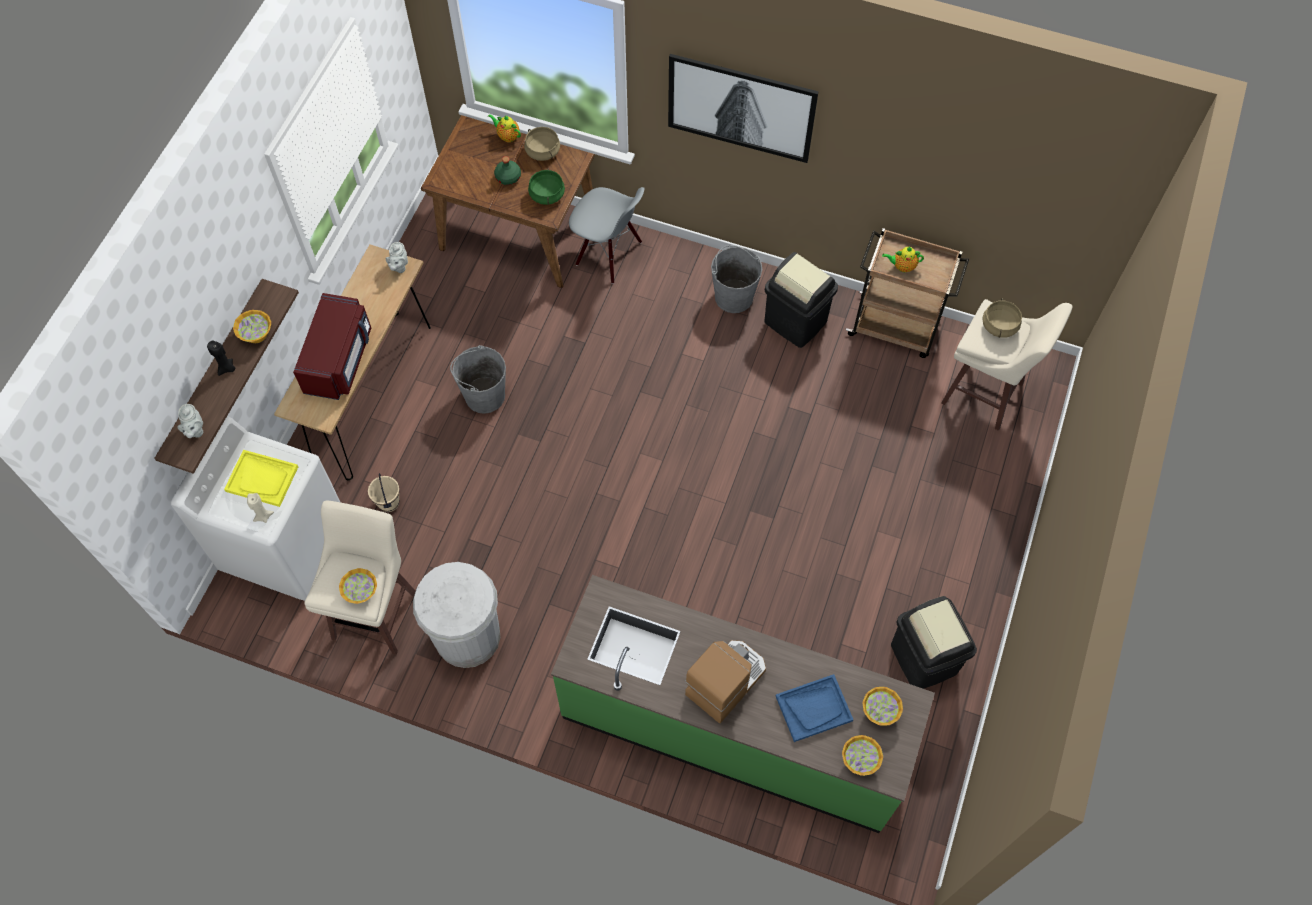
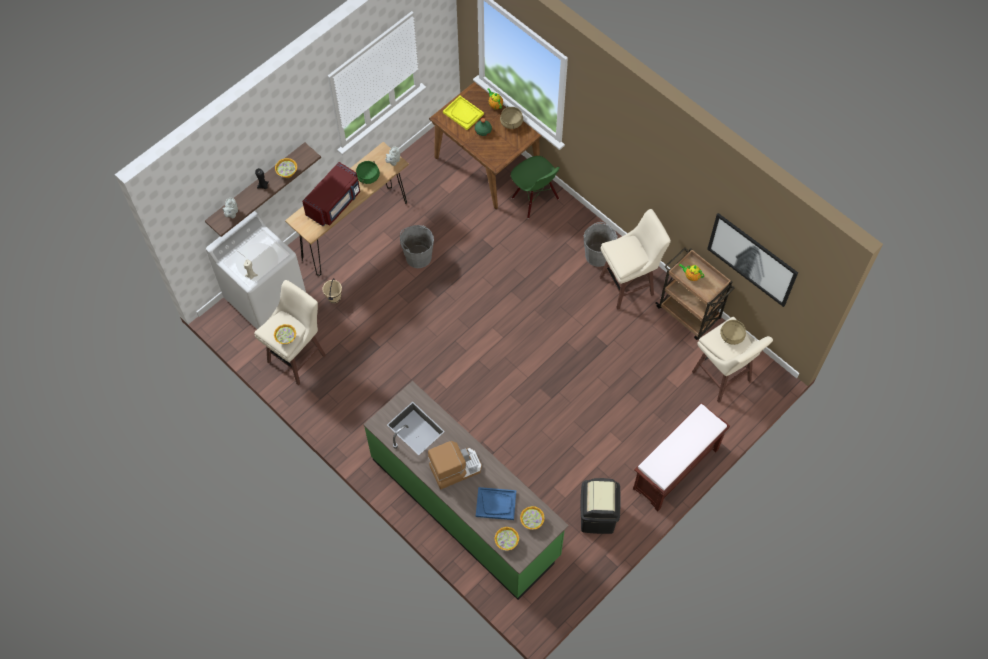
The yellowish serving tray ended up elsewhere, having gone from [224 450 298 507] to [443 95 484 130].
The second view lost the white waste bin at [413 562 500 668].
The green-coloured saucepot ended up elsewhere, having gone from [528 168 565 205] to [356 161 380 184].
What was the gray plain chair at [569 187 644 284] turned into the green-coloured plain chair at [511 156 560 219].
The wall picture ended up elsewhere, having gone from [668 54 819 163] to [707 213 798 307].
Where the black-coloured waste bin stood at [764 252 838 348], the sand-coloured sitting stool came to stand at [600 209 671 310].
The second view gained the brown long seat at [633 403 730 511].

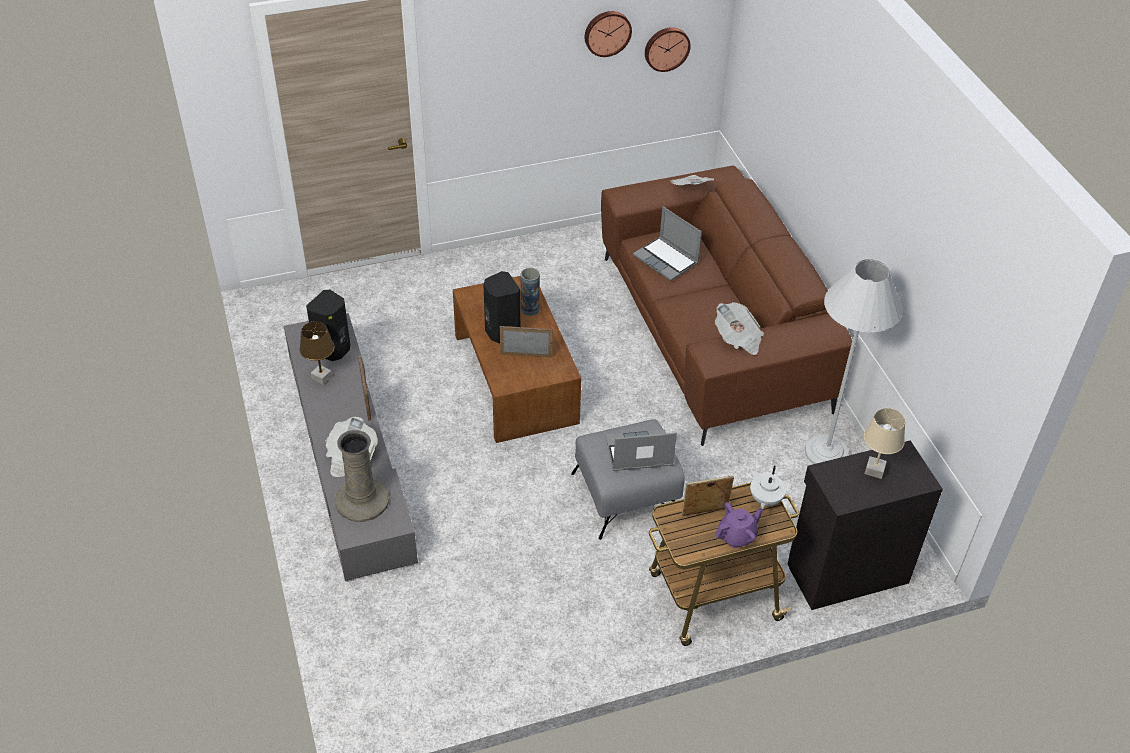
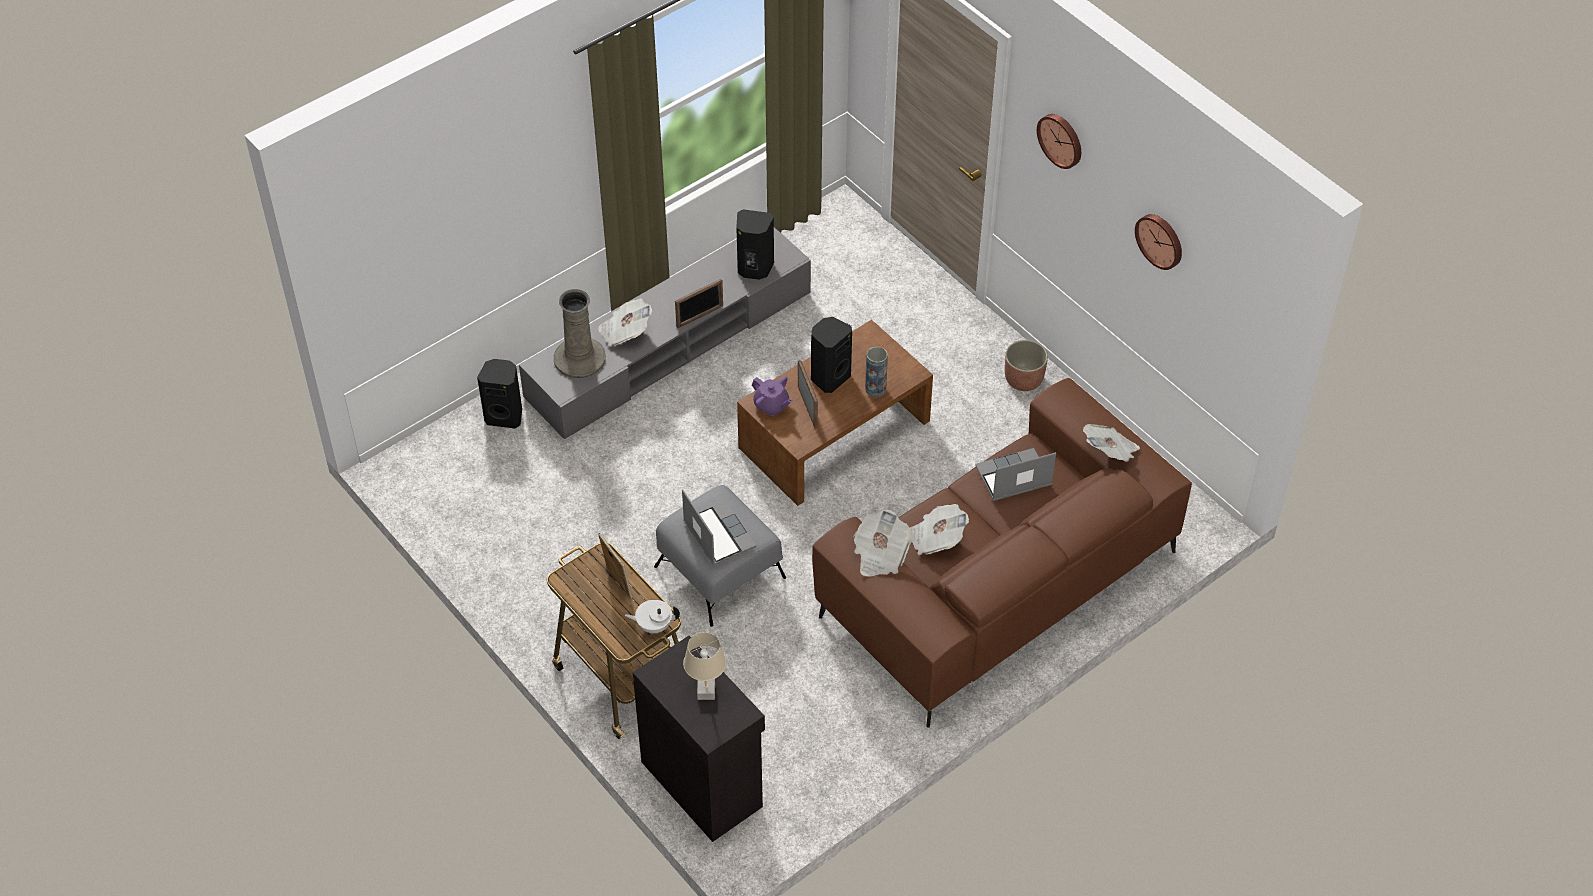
The second view lost the brown lamp for a table at [299 321 334 385].
The notebook computer at [633 206 702 281] ended up facing another way, 45 degrees clockwise from before.
The clock on the wall ended up elsewhere, having gone from [645 27 691 72] to [1037 114 1081 169].
The purple-coloured teapot ended up elsewhere, having gone from [715 502 763 549] to [752 376 792 416].
The second view lost the white standard lamp at [805 259 903 464].
The second view gained the black-coloured speaker at [477 359 522 428].
The second view gained the daily paper at [910 504 969 555].
The second view gained the planter at [1005 340 1048 391].

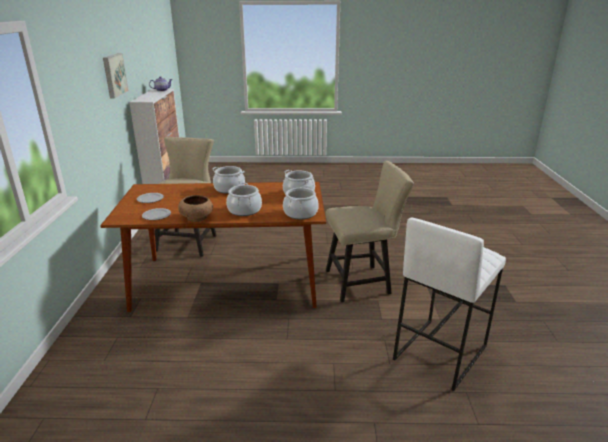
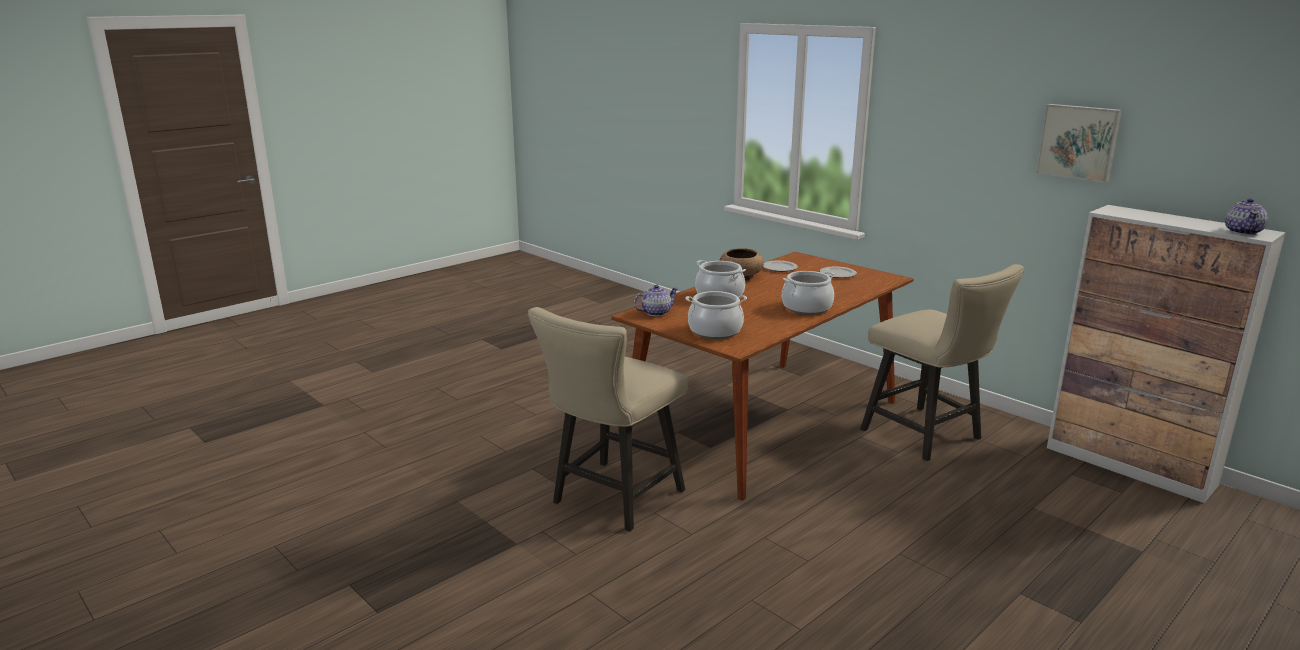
Where the saucepot stood at [283 185 319 219], the teapot came to stand at [634 285 679 316].
The second view lost the white sitting stool at [393 218 506 391].

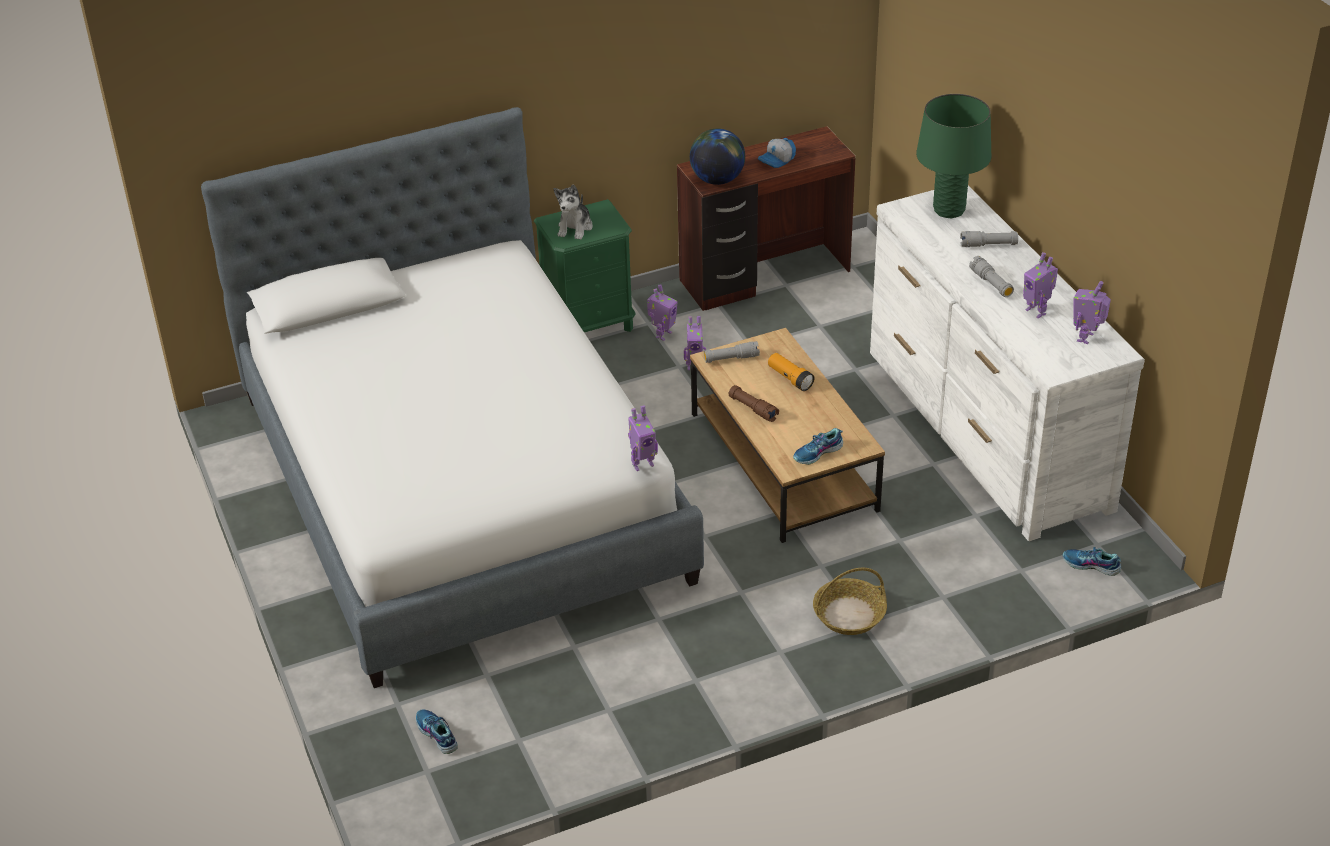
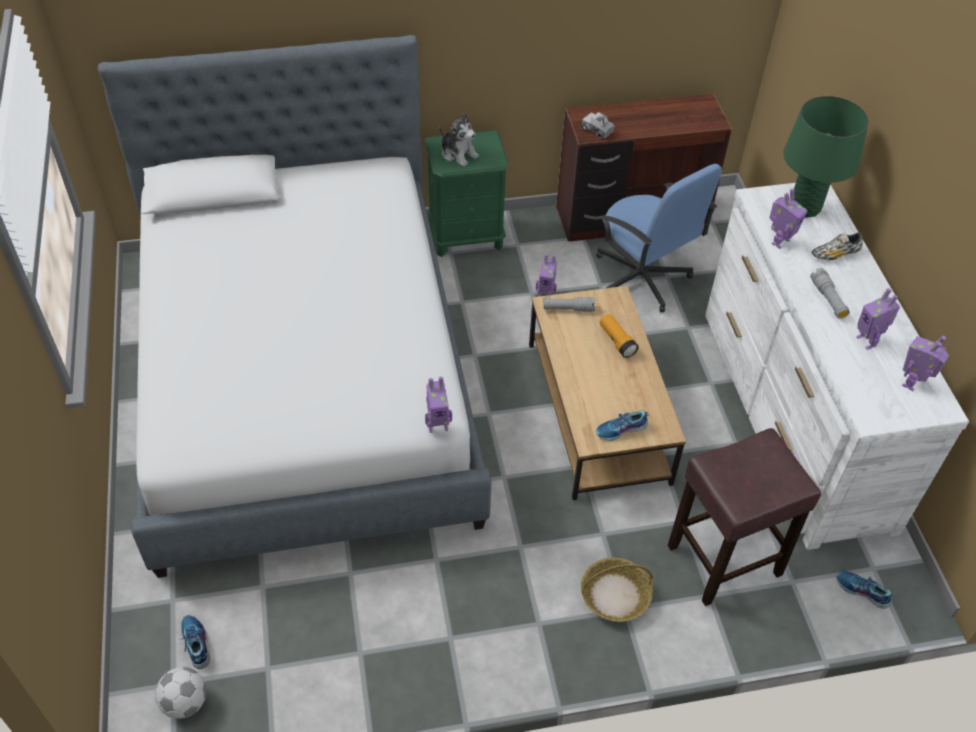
The cuddly toy at [554 184 593 240] ended up facing another way, 75 degrees counterclockwise from before.
The robot figure ended up elsewhere, having gone from [647 284 678 341] to [769 189 808 249].
Where the globe stood at [690 128 745 185], the toy lorry came to stand at [582 112 615 139].
The second view lost the brown hand torch at [729 385 779 422].
The second view lost the baseball cap at [758 138 796 168].
Where the gray hand torch stood at [960 231 1018 247], the item of footwear came to stand at [812 232 863 260].
The second view gained the ball for football at [155 667 207 719].
The second view gained the blue office chair at [596 164 722 313].
The second view gained the brown sitting stool at [668 428 821 606].

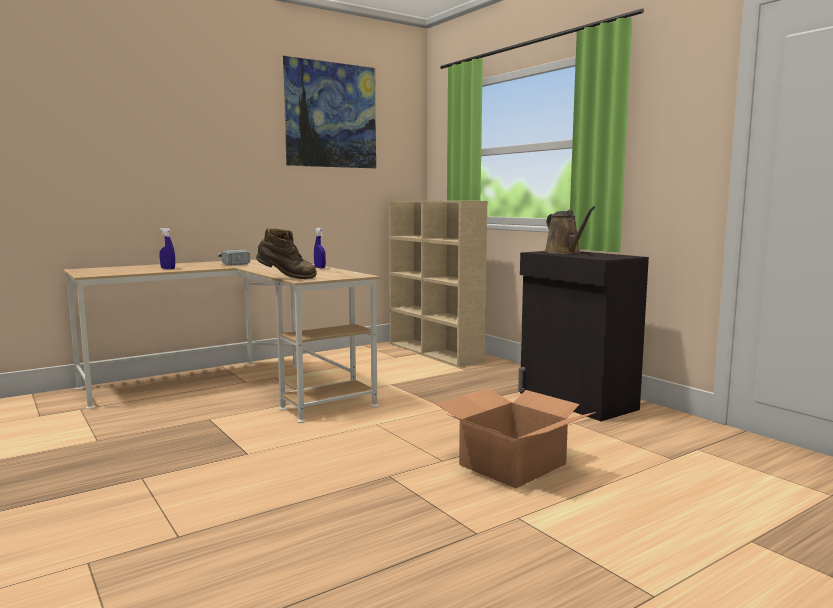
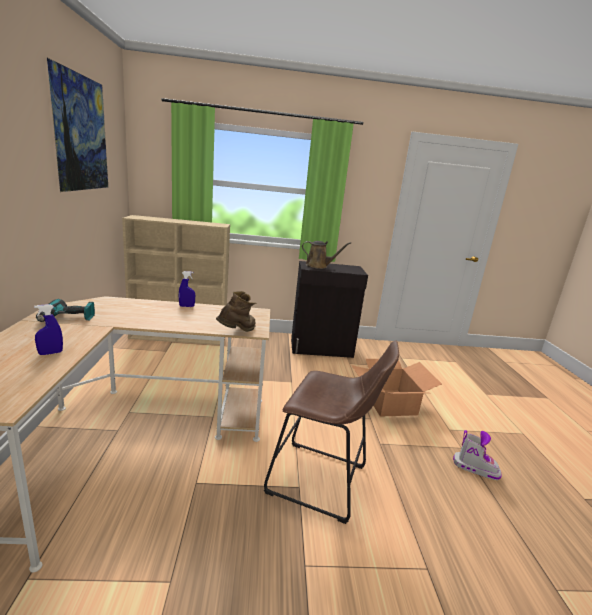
Where the hand hammer stood at [217 249 250 265], the drill came to stand at [36 299 95 322].
The second view gained the brown sitting stool at [264 340 399 524].
The second view gained the tall boot at [453 430 501 480].

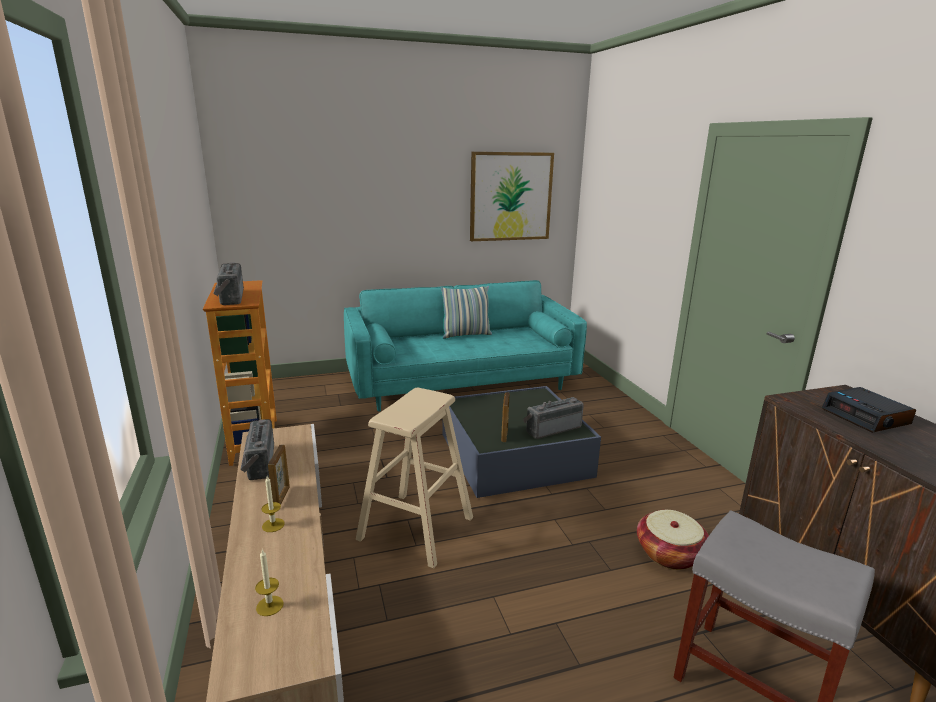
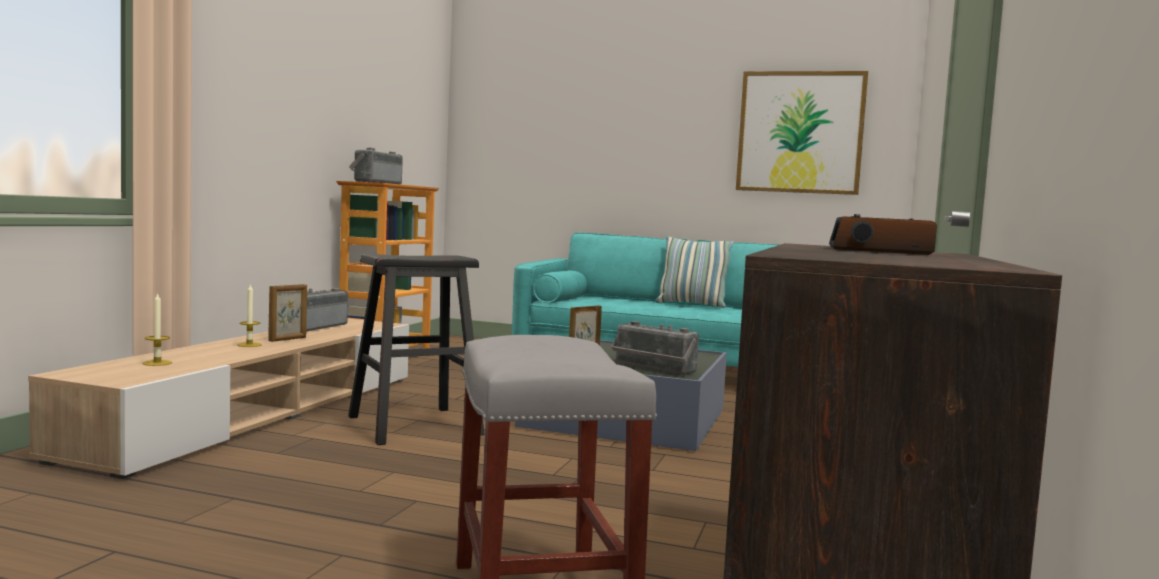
What was the sand-coloured sitting stool at [356 388 473 569] turned into the black-coloured sitting stool at [348 254 484 445].
The radio set at [523 397 584 439] ended up facing another way, 150 degrees counterclockwise from before.
The second view lost the household basket at [637 510 709 570].

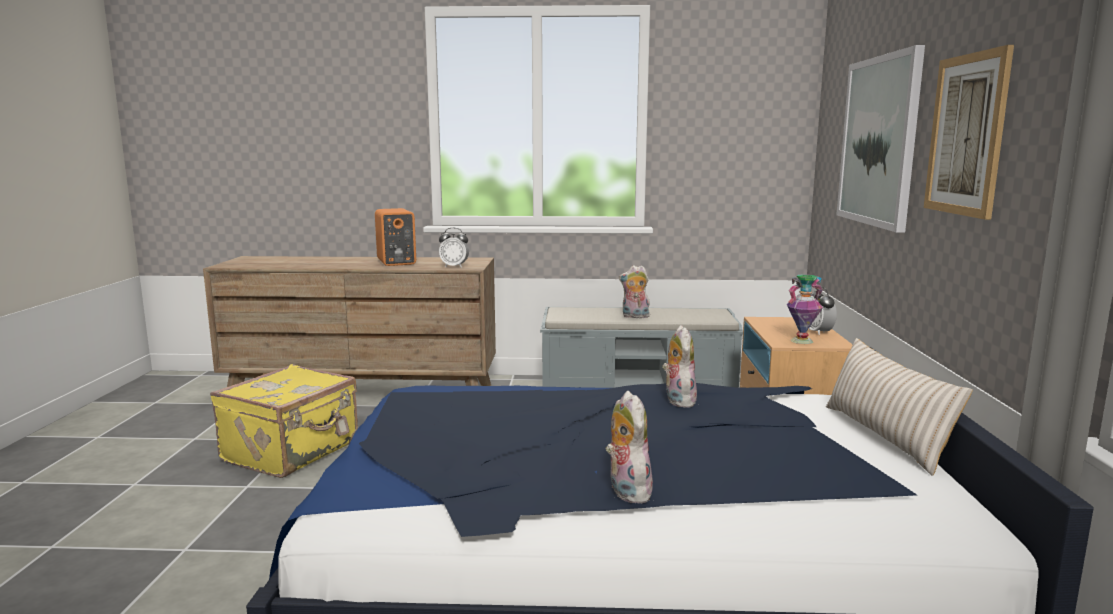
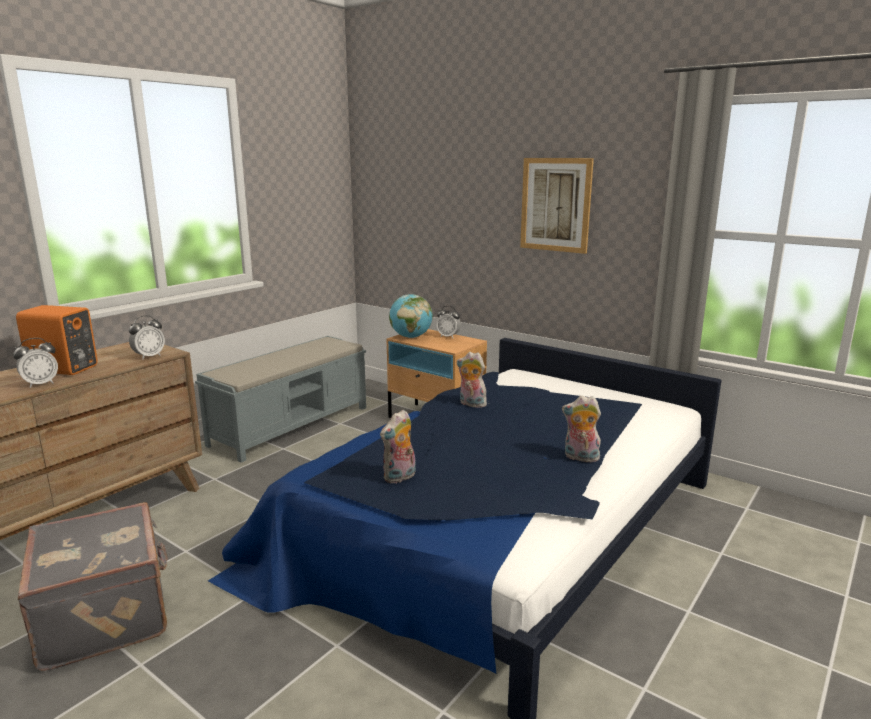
What was the yellowish suitcase at [210 364 358 478] turned into the gray suitcase at [17 502 168 671].
The cuddly toy ended up elsewhere, having gone from [619 265 650 318] to [380 410 416 484].
The second view lost the flower vase at [787 274 823 344].
The second view lost the sand-coloured throw pillow at [826 338 973 476].
The second view lost the wall picture at [836 45 925 233].
The second view gained the alarm clock at [13 338 58 388].
The second view gained the globe at [389 294 433 338].

